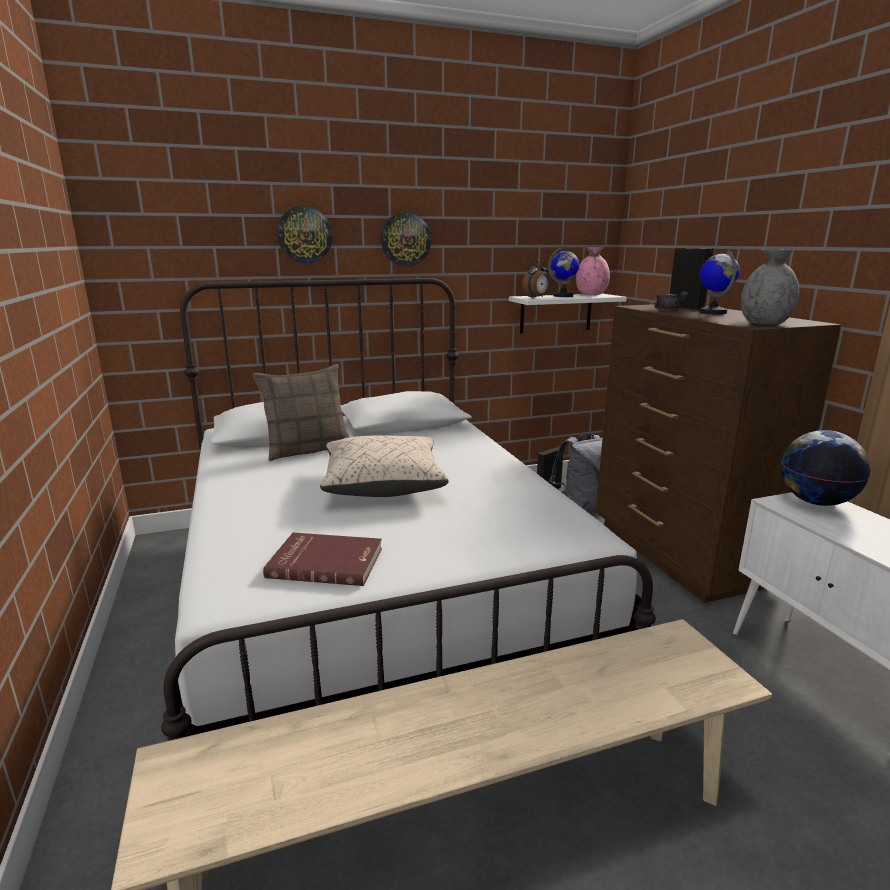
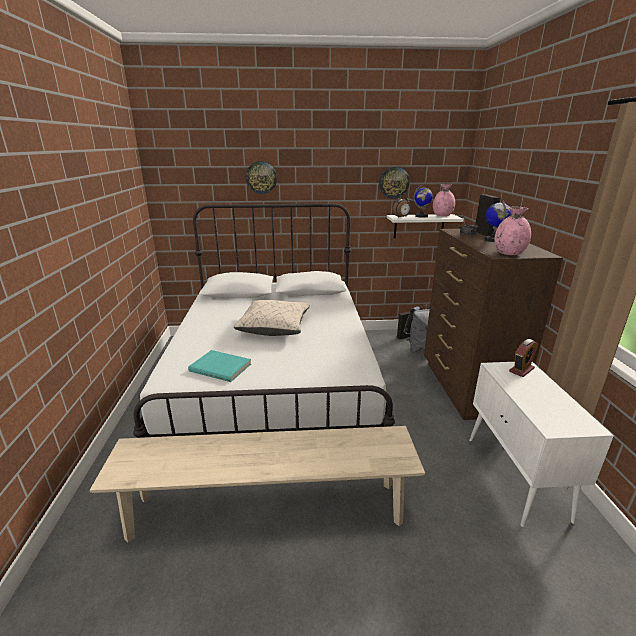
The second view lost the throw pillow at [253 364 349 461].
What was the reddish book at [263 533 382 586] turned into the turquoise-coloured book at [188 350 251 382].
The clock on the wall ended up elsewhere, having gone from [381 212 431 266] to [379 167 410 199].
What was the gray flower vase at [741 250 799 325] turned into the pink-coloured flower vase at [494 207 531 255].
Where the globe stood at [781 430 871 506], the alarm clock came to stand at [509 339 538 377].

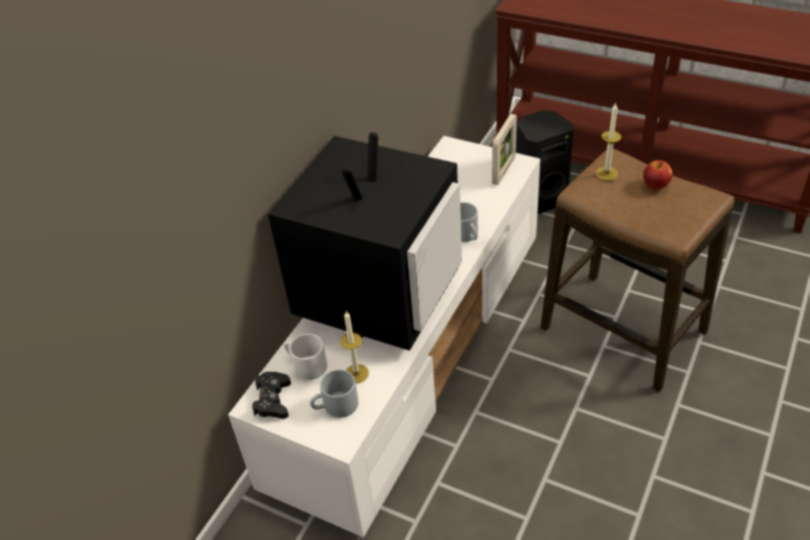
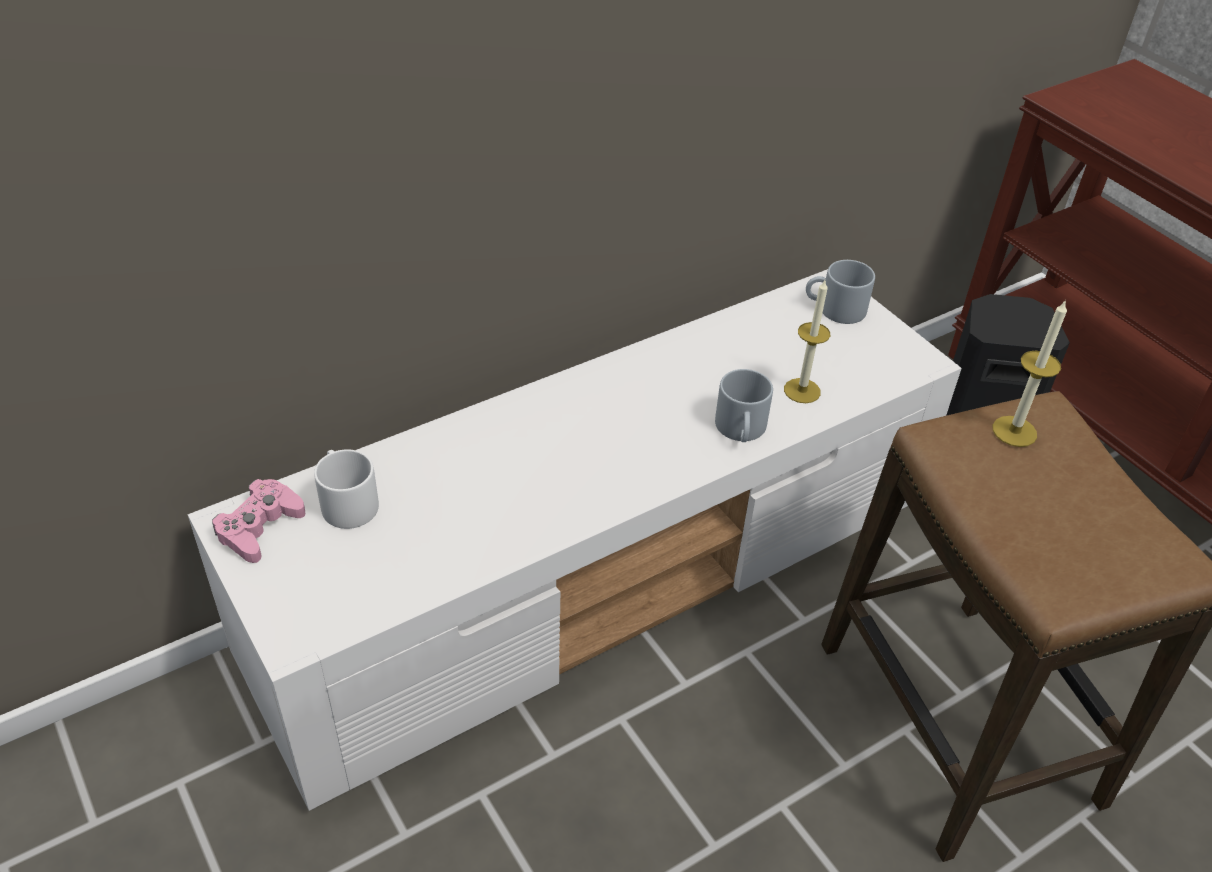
What was the black-coloured gamepad at [252 372 291 419] turned into the pink-coloured gamepad at [212 479 305 563].
The second view lost the TV at [268 132 462 351].
The gray tea mug ended up elsewhere, having gone from [310 369 358 418] to [806 260 875 324].
The wax light ended up elsewhere, having gone from [340 311 369 383] to [784 280 830 403].
The second view lost the photo frame at [492 114 517 185].
The second view lost the apple at [643 160 673 190].

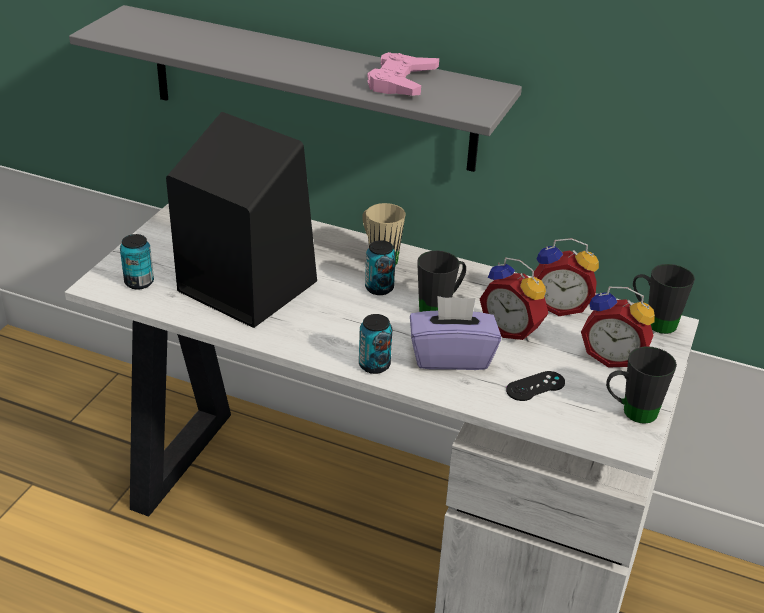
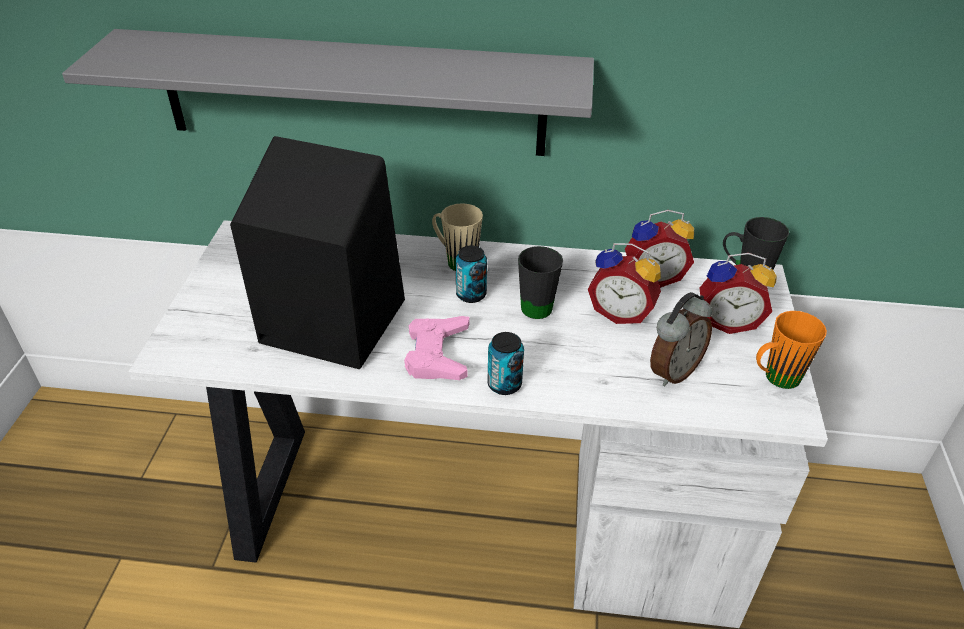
The second view lost the metal can at [120 234 154 290].
The pink-coloured gamepad ended up elsewhere, having gone from [367 52 439 96] to [404 316 470 380].
The second view lost the purple-coloured tissue box at [410 296 501 370].
Where the black-coloured gamepad stood at [506 371 565 401], the alarm clock came to stand at [650 292 712 386].
What was the black-coloured tea mug at [606 346 677 424] turned into the orangey tea mug at [756 311 827 389].

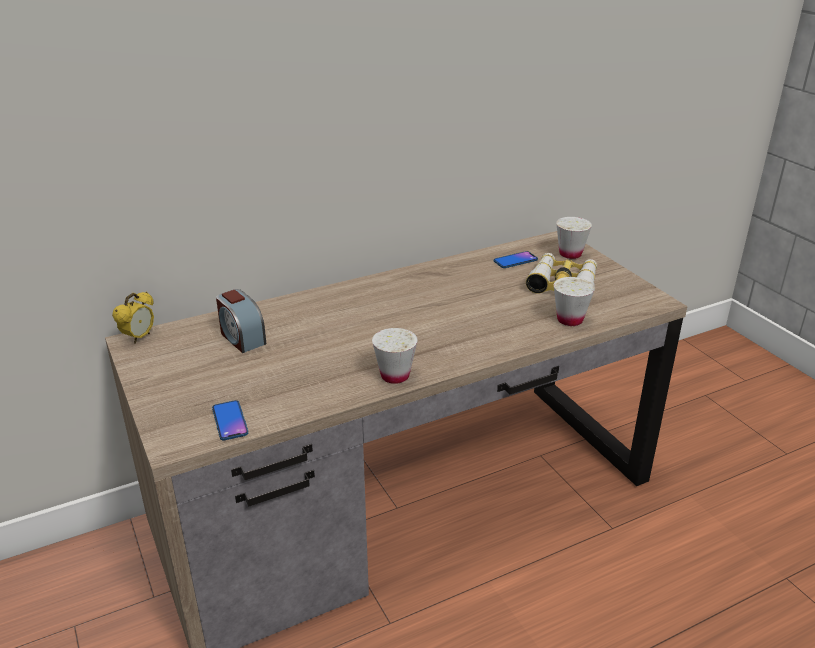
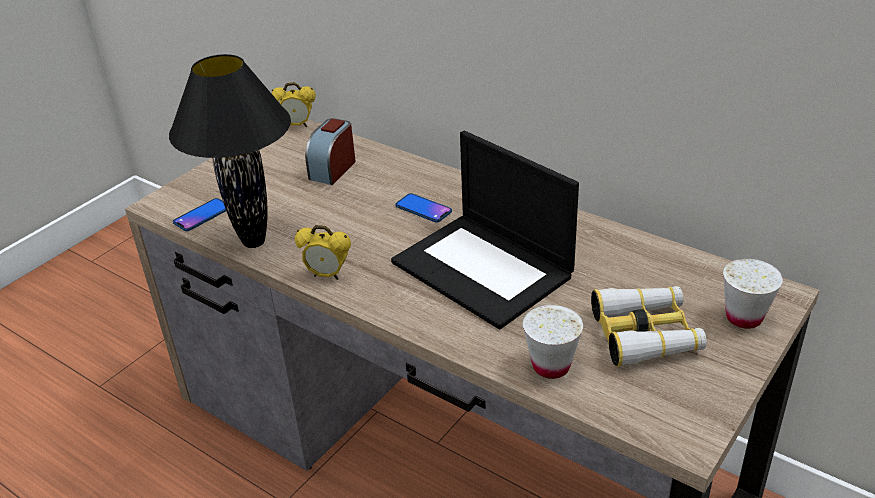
Where the white drinking cup stood at [372 328 418 384], the alarm clock came to stand at [295 225 351 280].
The phone ended up elsewhere, having gone from [494 251 538 268] to [395 193 452 223].
The second view gained the black-coloured lamp for a table at [169 54 291 248].
The second view gained the notebook computer at [391 131 579 329].

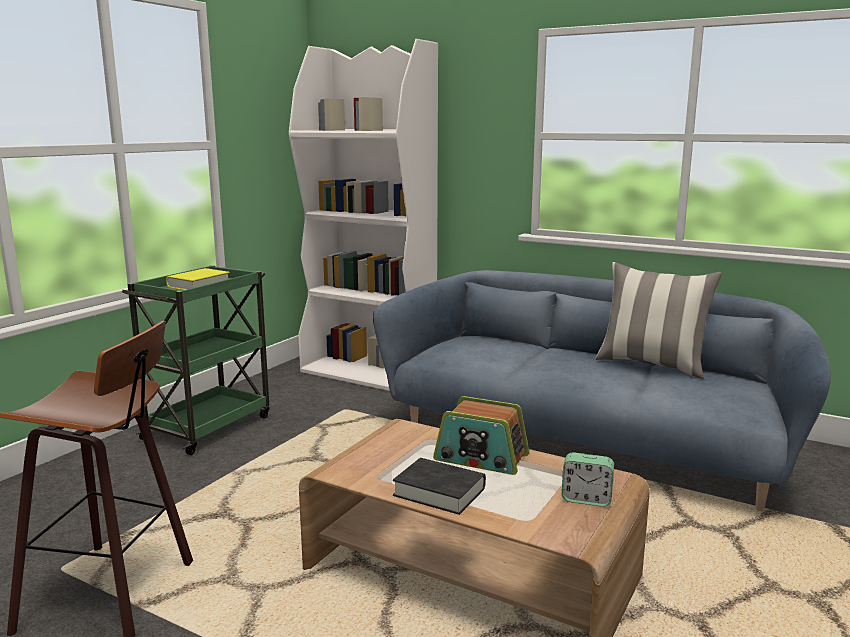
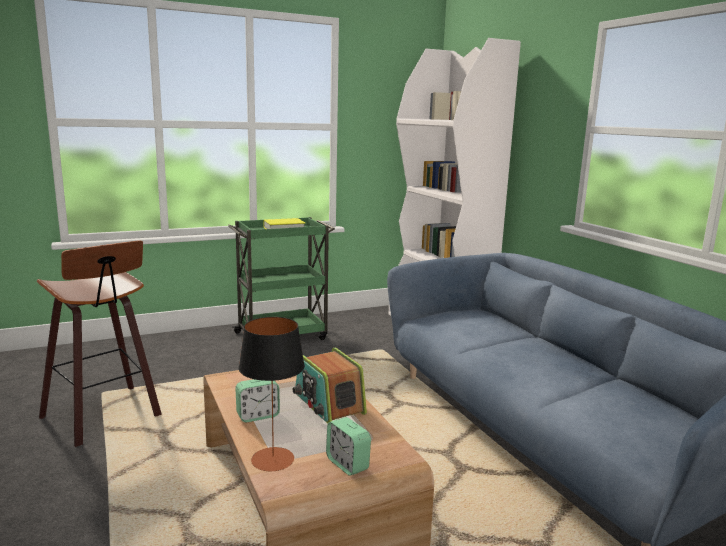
Where the black-coloured book stood at [393 458 486 515], the alarm clock came to stand at [235 379 280 422].
The second view lost the throw pillow at [595 262 722 379].
The second view gained the lamp for a table at [238 317 305 471].

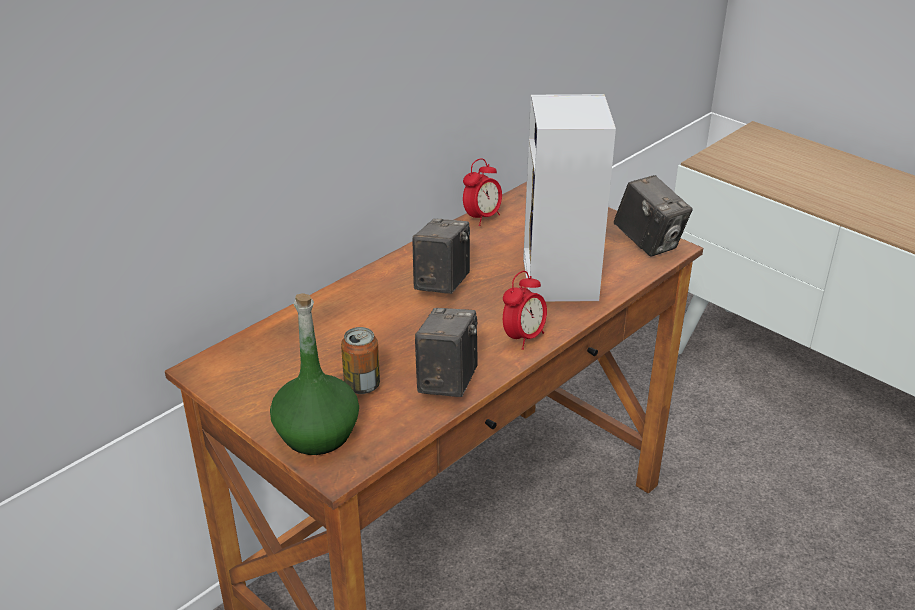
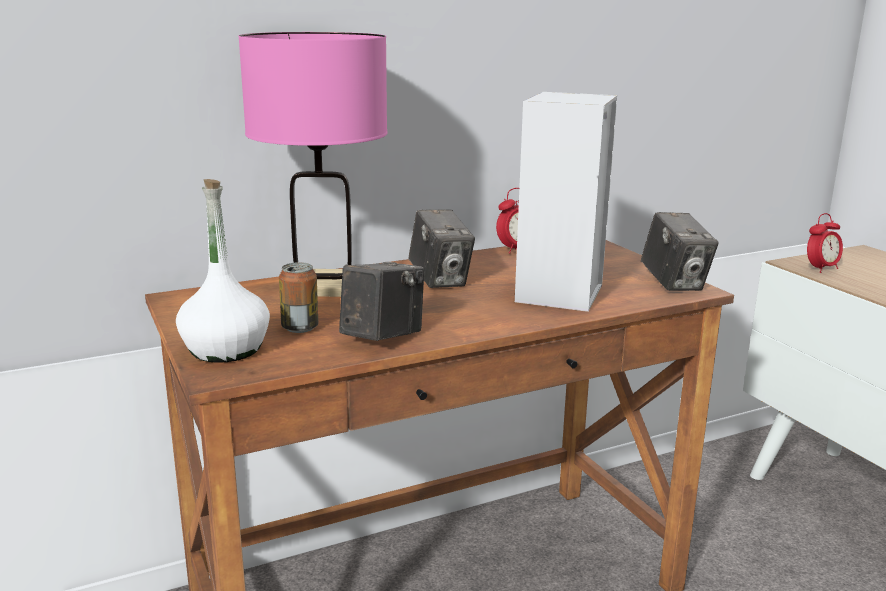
What was the green-coloured beverage bottle at [270 293 359 455] turned into the white beverage bottle at [176 179 270 363].
The still camera at [413 219 470 294] ended up facing another way, 120 degrees clockwise from before.
The alarm clock ended up elsewhere, having gone from [503 271 547 350] to [807 213 843 273].
The second view gained the pink-coloured lamp for a table at [238 32 388 297].

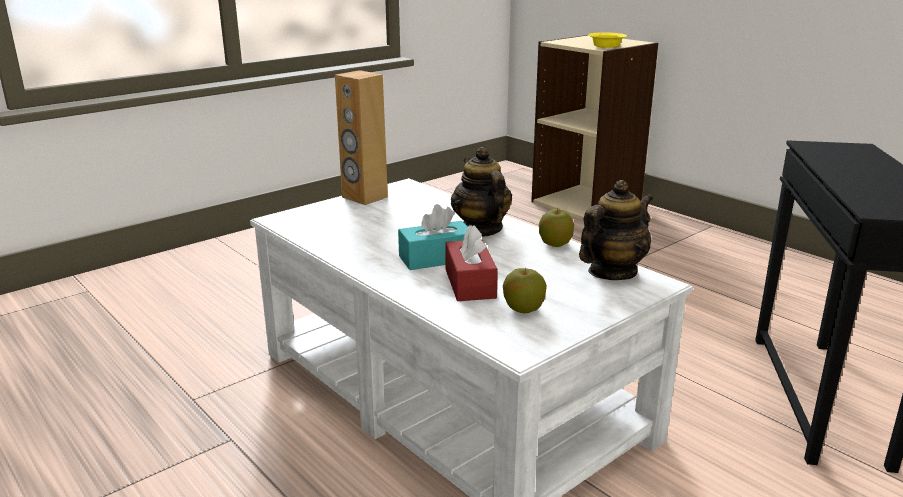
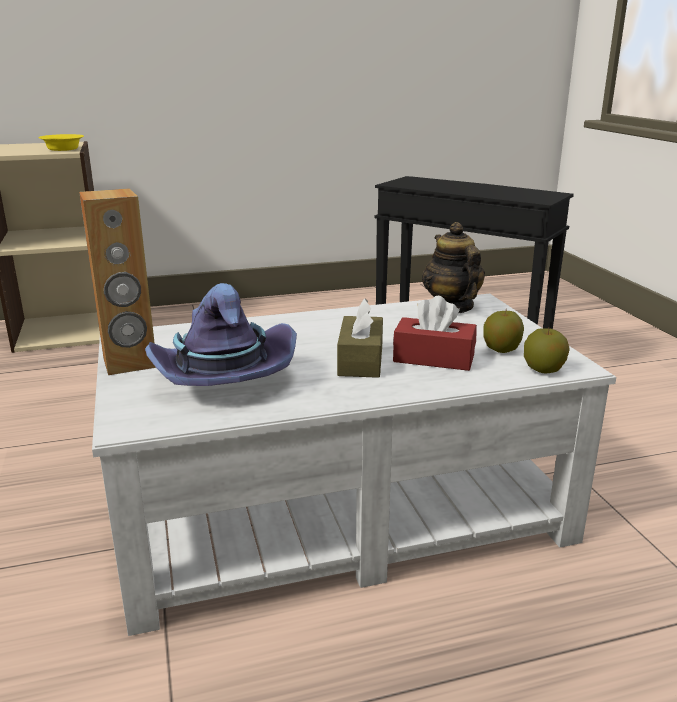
What was the turquoise-coloured tissue box at [398 204 468 270] turned into the brown tissue box at [337 299 383 378].
The second view lost the teapot at [451 147 512 237].
The apple ended up elsewhere, having gone from [539 209 574 247] to [524 328 569 374].
The second view gained the purple-coloured wearable hat at [145 283 297 386].

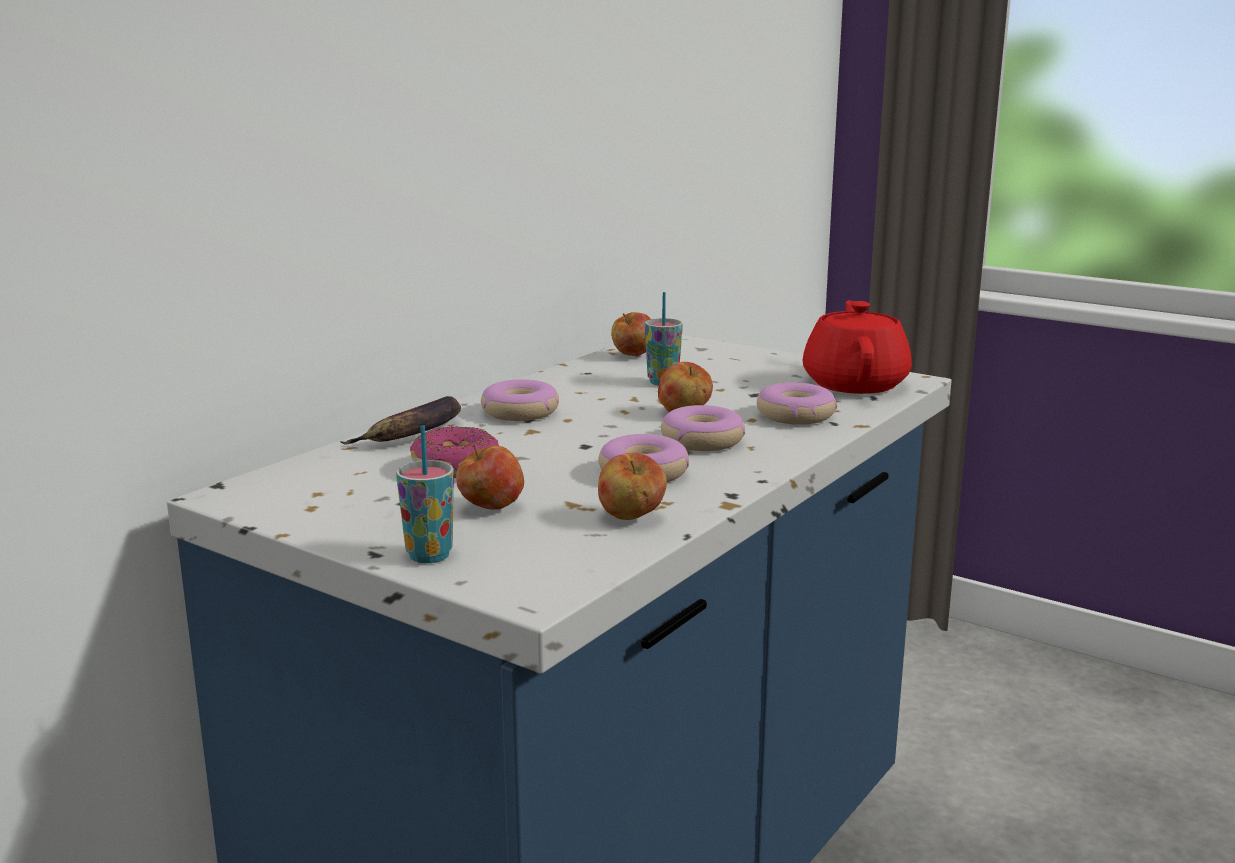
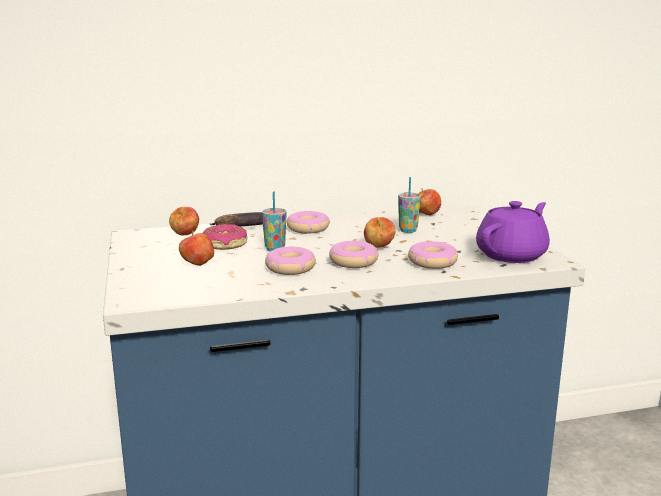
The drinking cup ended up elsewhere, having gone from [396 425 454 563] to [262 191 287 251].
The apple ended up elsewhere, having gone from [598 452 667 520] to [169 207 199 235].
What was the reddish teapot at [803 300 912 394] turned into the purple-coloured teapot at [476 201 550 263].

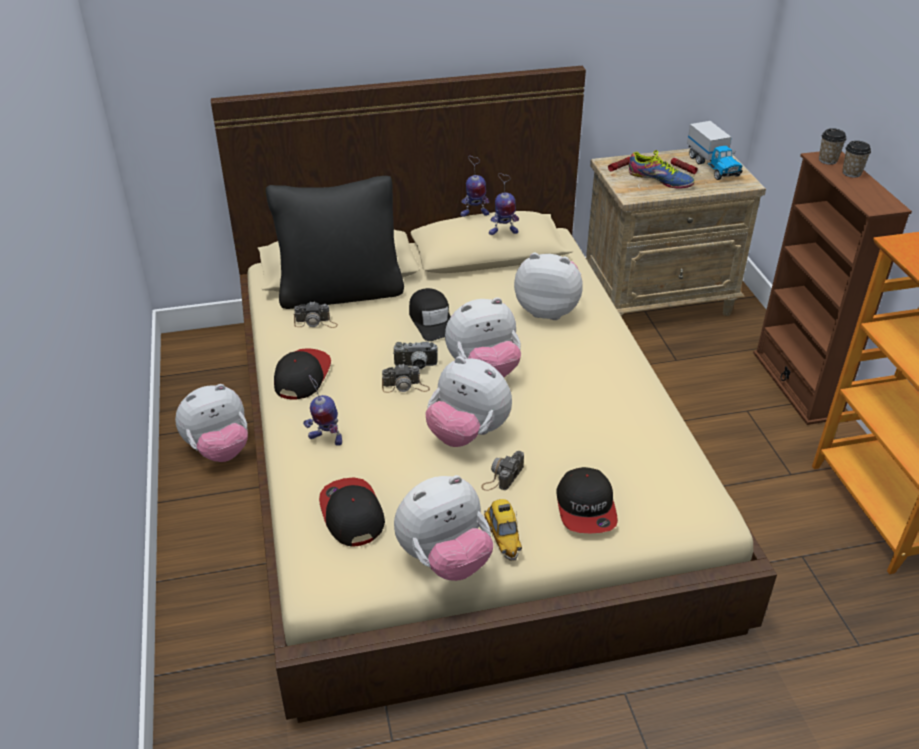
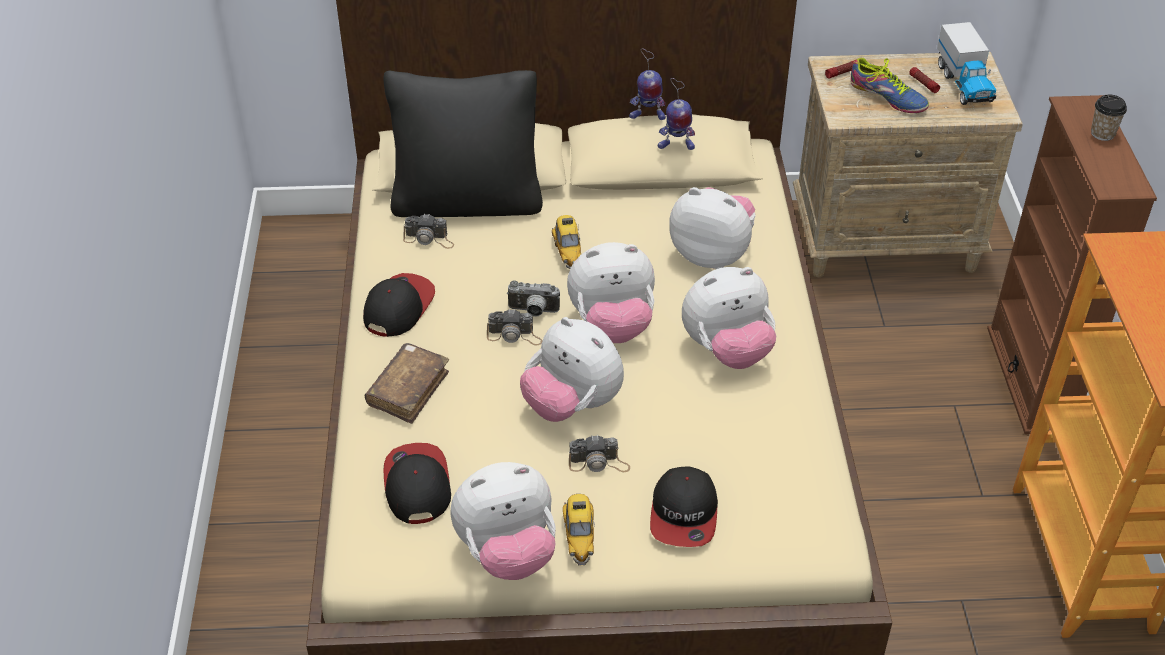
The cuddly toy ended up elsewhere, having gone from [175 384 248 462] to [682 267 776 369].
Where the robot figure stood at [303 375 342 446], the brown book came to stand at [365 343 449 424].
Where the black-coloured baseball cap stood at [409 288 451 341], the model car came to stand at [552 215 581 269].
The still camera at [481 451 524 491] ended up facing another way, 135 degrees counterclockwise from before.
The second view lost the drinking cup at [819 128 846 165].

